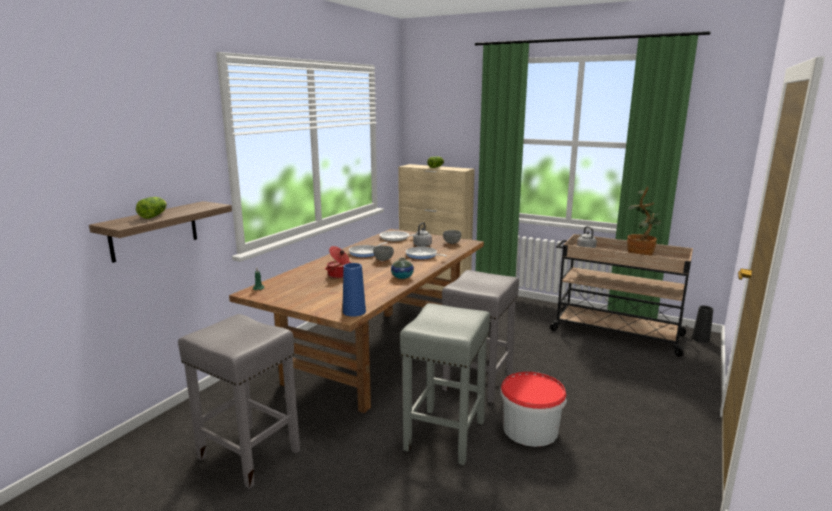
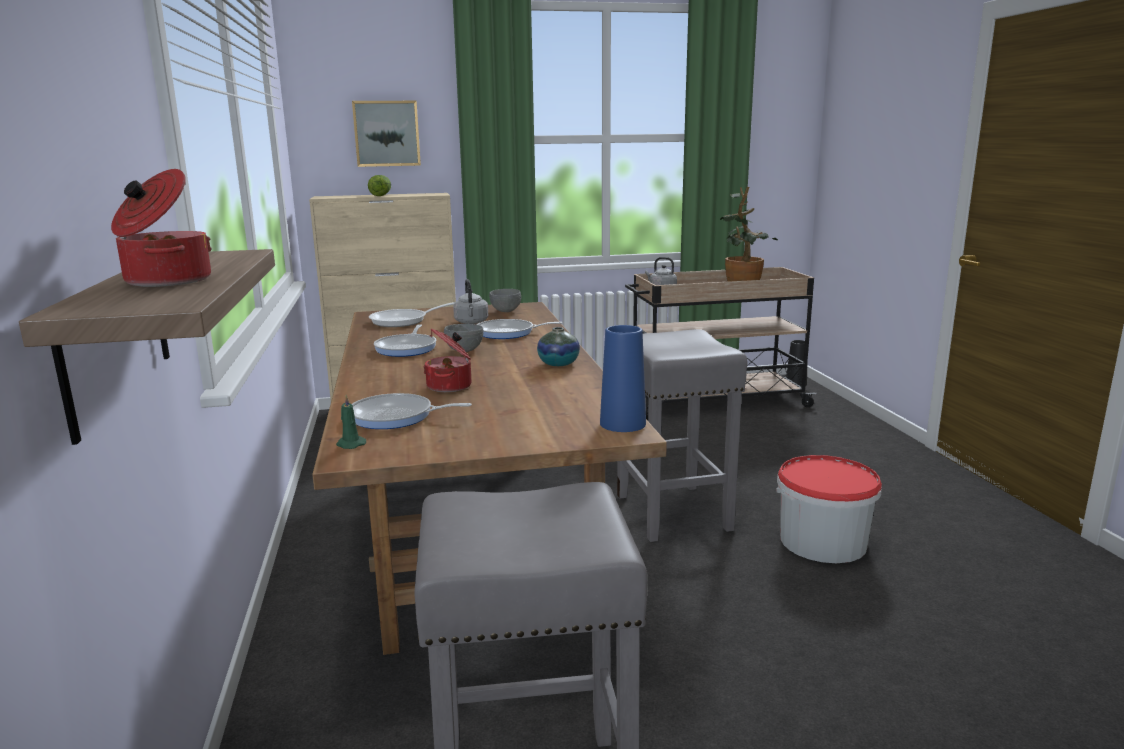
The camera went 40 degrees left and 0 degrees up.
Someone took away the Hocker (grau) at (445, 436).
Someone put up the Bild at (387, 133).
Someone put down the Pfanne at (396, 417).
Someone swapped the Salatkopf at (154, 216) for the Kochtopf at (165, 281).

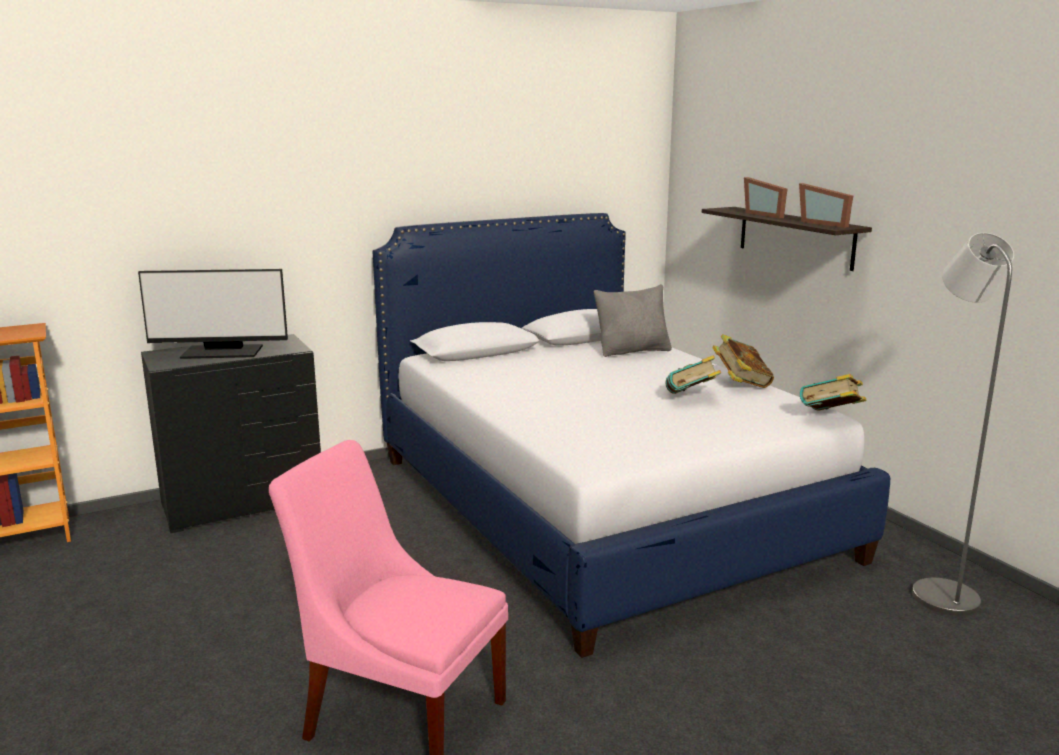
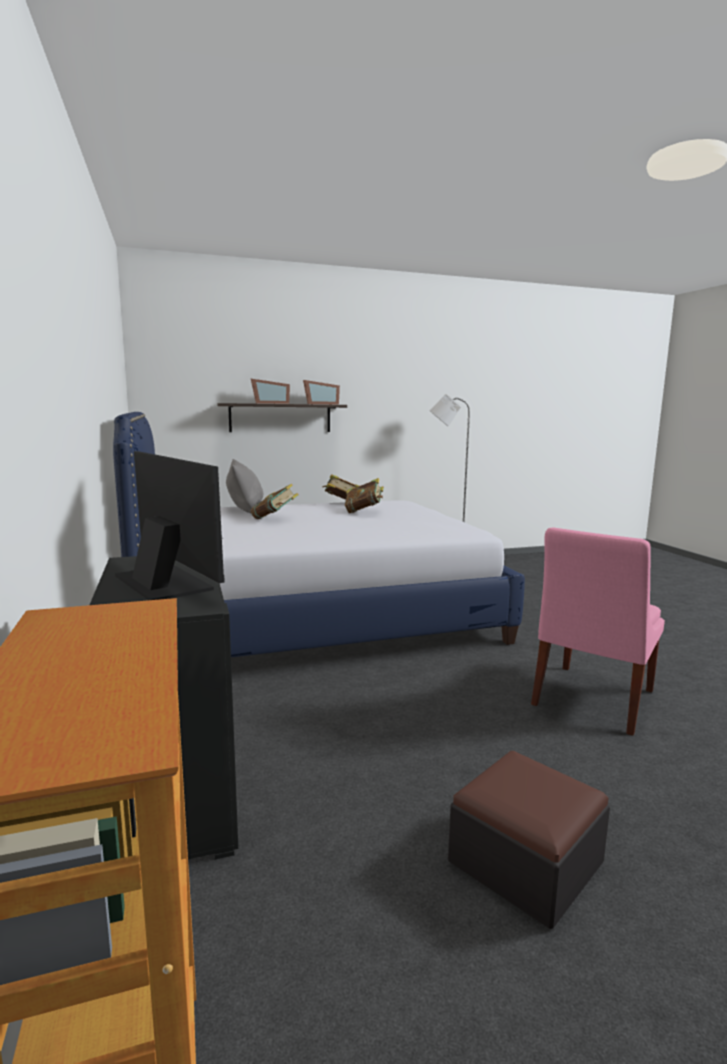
The camera went 80 degrees left and 5 degrees down.
Someone put down the Polsterhocker at (525, 862).
Someone carried the Buch from (830, 418) to (274, 519).
Someone rotated the Monitor at (222, 352) by 45 degrees counterclockwise.

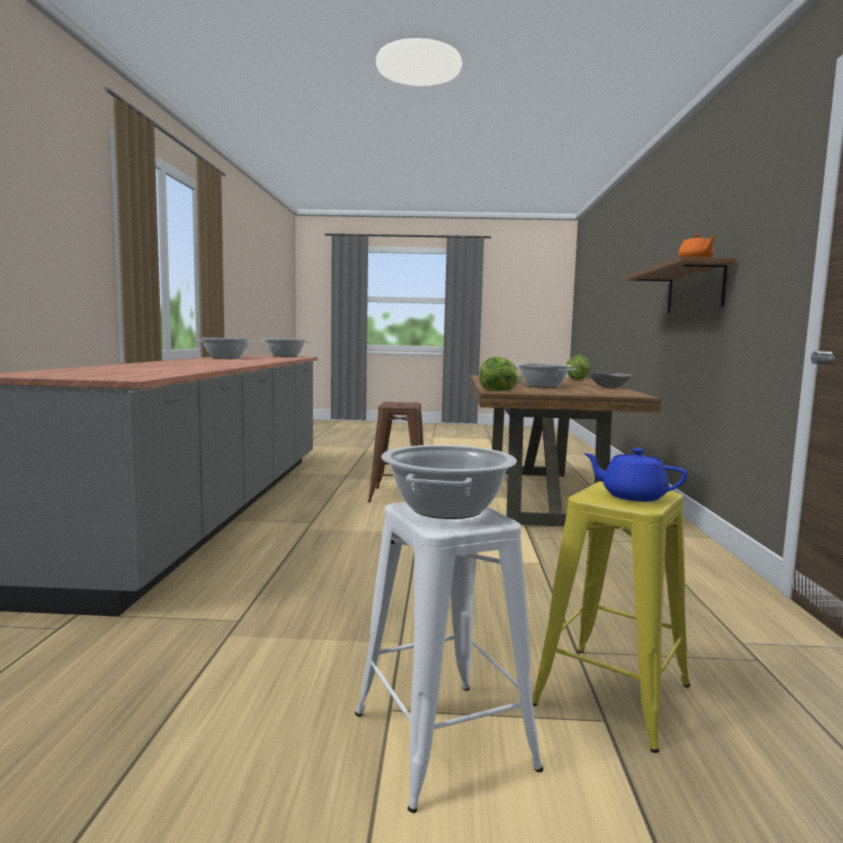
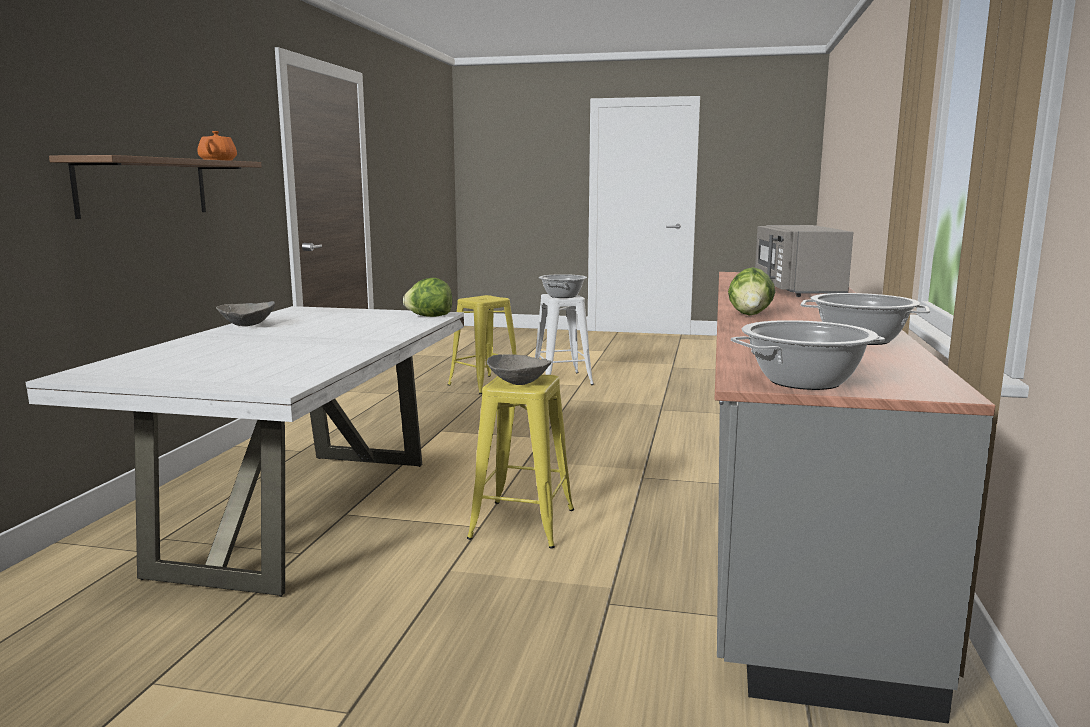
The camera went 170 degrees left and 5 degrees up.
Someone took away the Kochtopf at (543, 386).
Someone took away the Teekanne (blau) at (632, 496).
Someone put down the Schüssel (grau) at (519, 382).
Someone put down the Mikrowelle (grau) at (796, 290).
Someone carried the Salatkopf from (576, 380) to (750, 315).
Someone repainted the Hocker (braun) at (398, 496), which became the Hocker (gelb) at (522, 523).
Someone repainted the Esstisch (braun) at (538, 496), which became the Esstisch (weiß) at (303, 514).

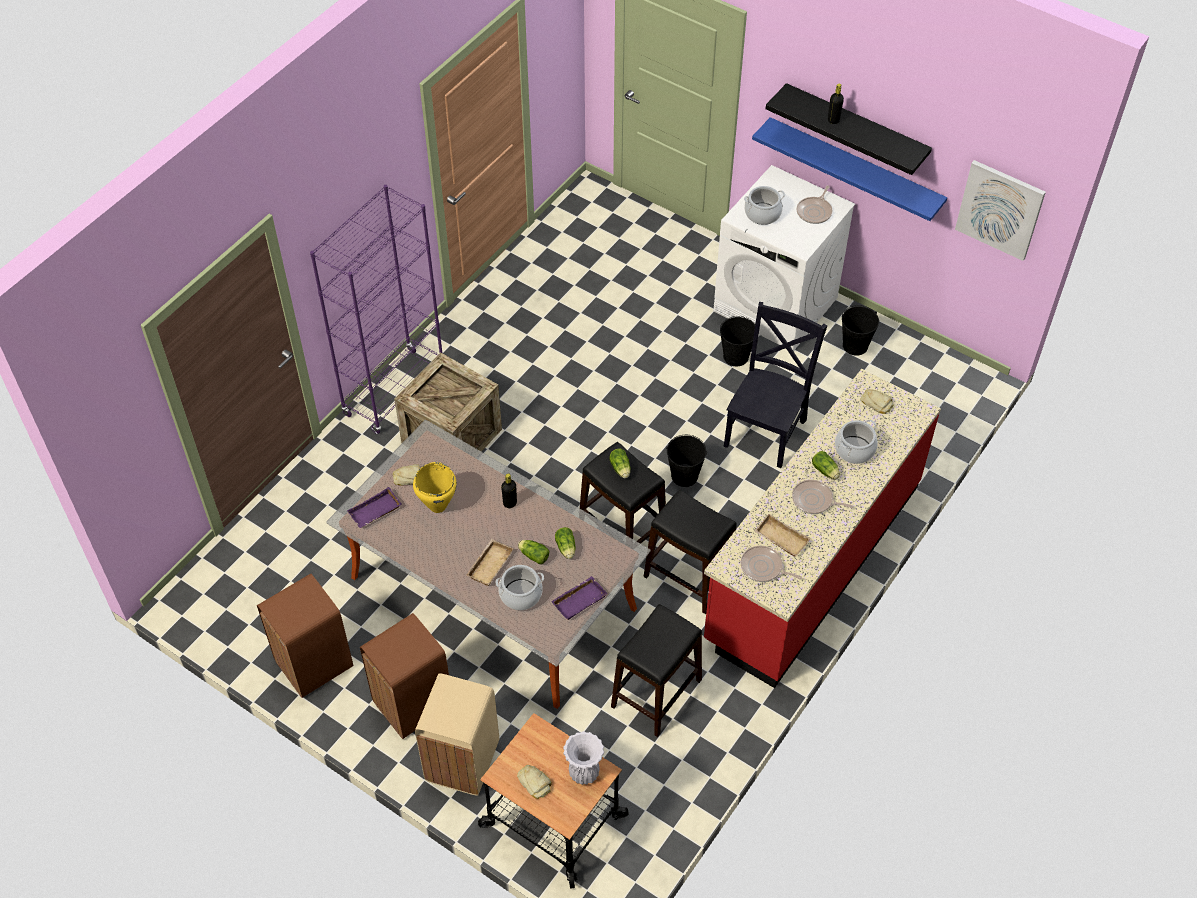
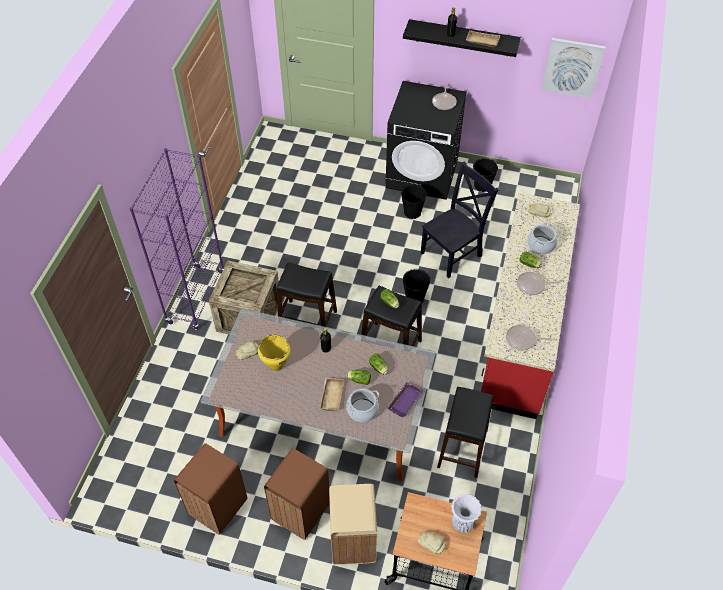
The camera went 20 degrees left and 0 degrees up.
Someone took away the Tablett (lila) at (375, 512).
Someone took away the Kochtopf at (762, 214).
Someone took away the Wandregal (blau) at (854, 169).
Someone carried the Hocker (schwarz) from (689, 576) to (307, 319).
Someone carried the Tablett (beige) from (780, 539) to (481, 41).
Someone repainted the Waschmaschine (weiß) at (776, 304), which became the Waschmaschine (schwarz) at (422, 173).
Someone rotated the Stuhl (schwarz) at (767, 430) by 45 degrees clockwise.

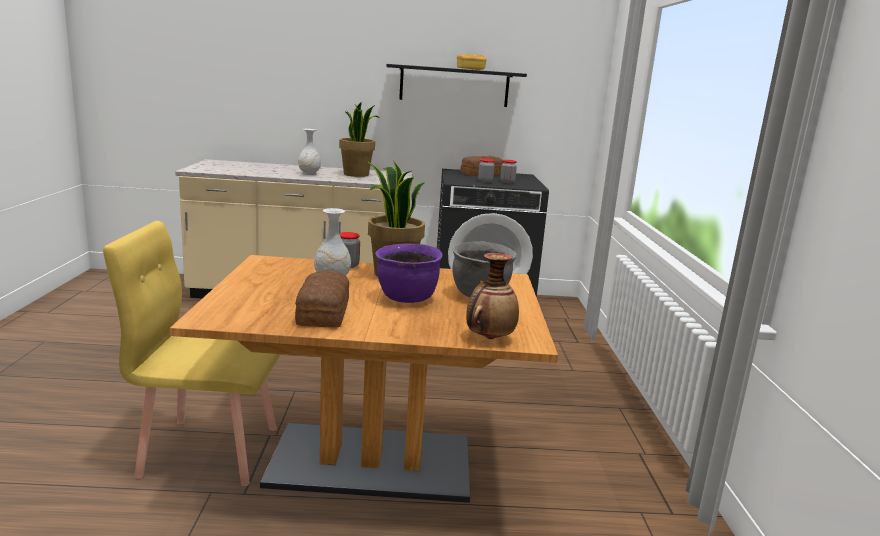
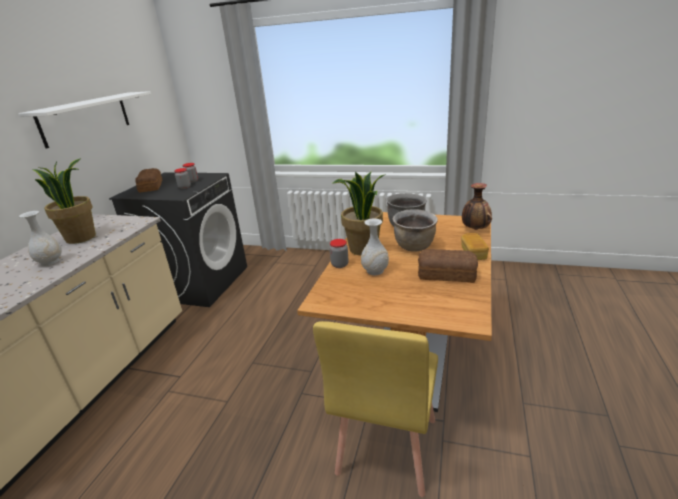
The camera went 70 degrees left and 10 degrees up.
Someone carried the Brot from (470, 69) to (473, 254).
Someone repainted the Kochtopf (lila) at (407, 298), which became the Kochtopf (braun) at (414, 247).
Someone repainted the Wandregal (schwarz) at (454, 86), which became the Wandregal (weiß) at (85, 118).

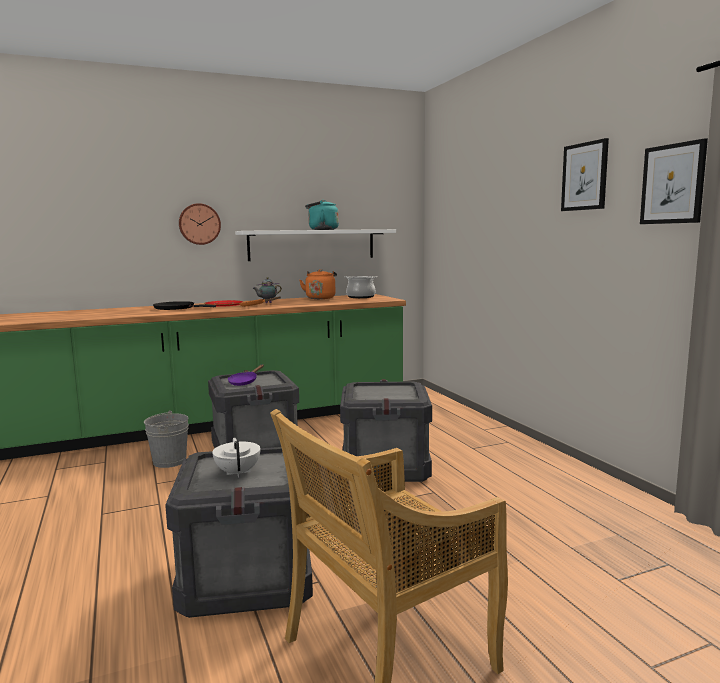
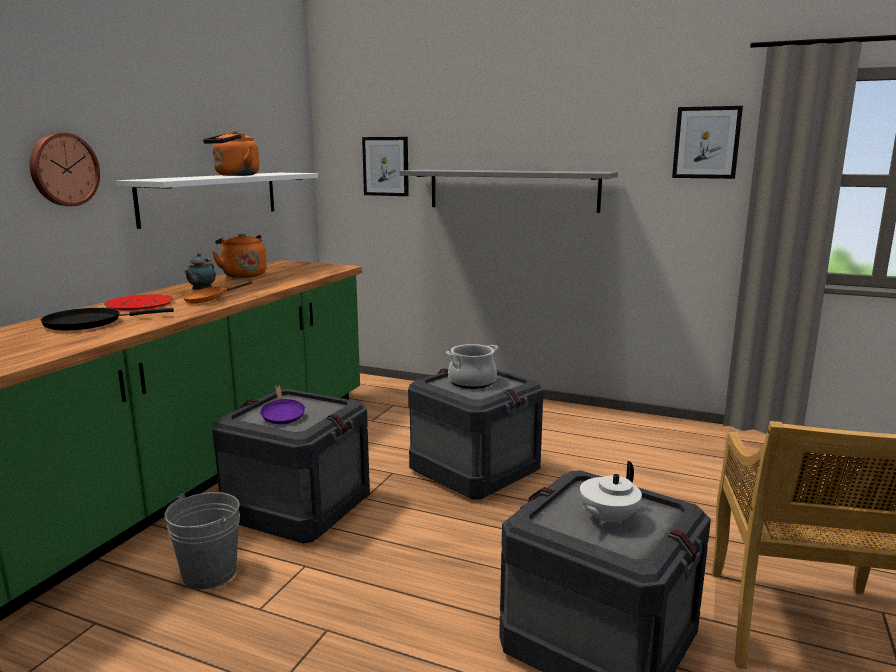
The camera went 45 degrees left and 5 degrees up.
Someone put up the Wandregal (grau) at (512, 190).
Someone carried the Kochtopf from (361, 297) to (472, 382).
Someone carried the Bild from (584, 176) to (386, 166).
Someone repainted the Wasserkessel (türkis) at (321, 229), which became the Wasserkessel (orange) at (234, 175).
Someone rotated the Teekanne (weiß) at (238, 472) by 75 degrees counterclockwise.

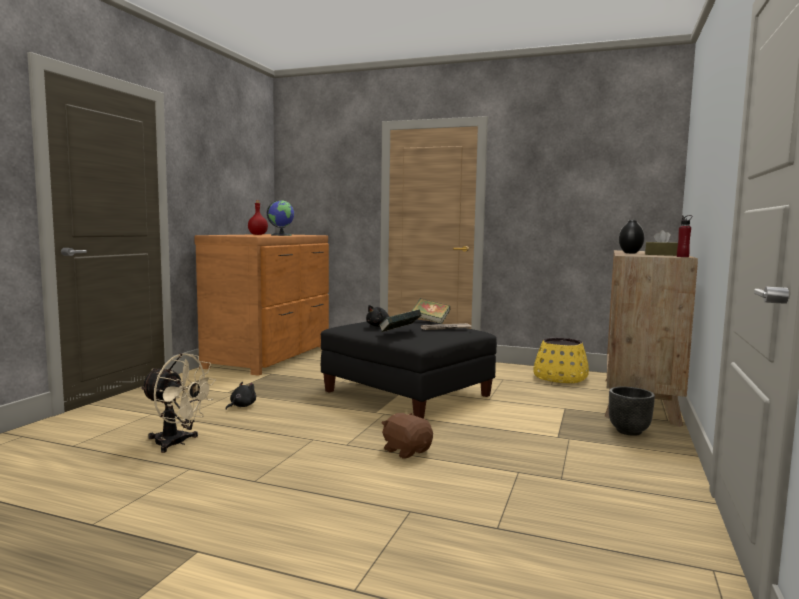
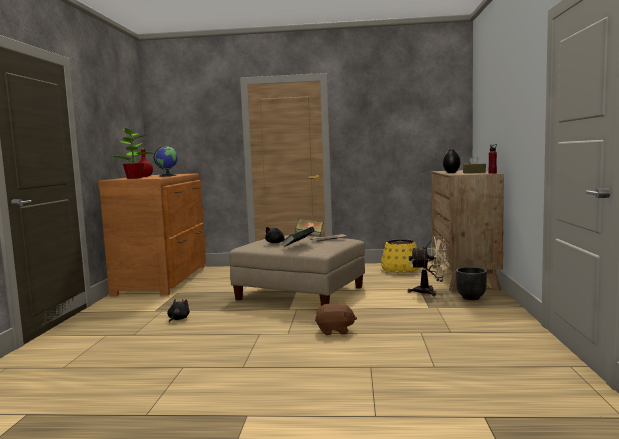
The camera went 15 degrees left and 0 degrees up.
Someone put down the Topfpflanze at (134, 178).
Someone carried the Ventilator (beige) from (177, 443) to (430, 292).
Someone repainted the Polsterhocker (schwarz) at (407, 393), which became the Polsterhocker (beige) at (300, 293).
Someone rotated the Plüschtier (braun) at (406, 451) by 150 degrees clockwise.

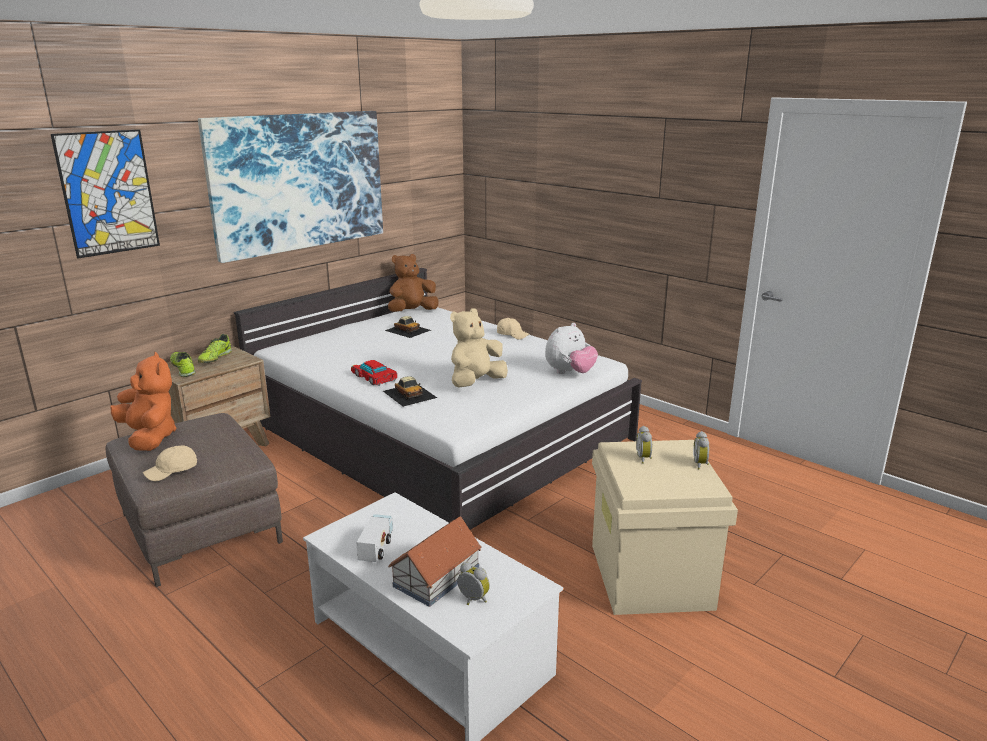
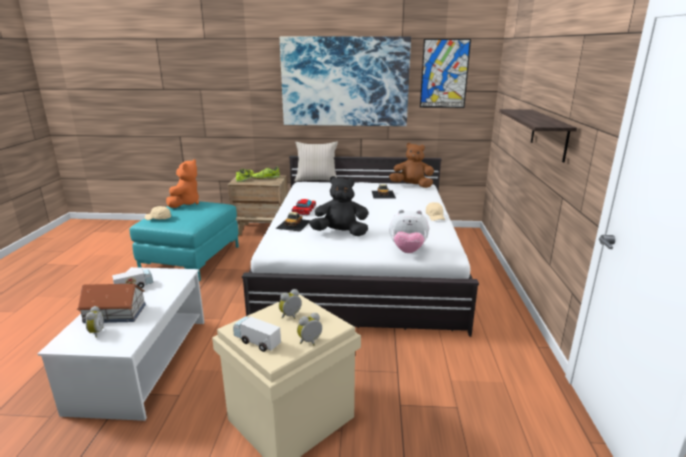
The camera went 50 degrees right and 0 degrees up.
Someone put down the Spielzeuglaster at (257, 341).
Someone put down the Kissen (beige) at (316, 180).
Someone put up the Wandregal at (549, 134).
Someone carried the Bild from (108, 193) to (444, 74).
Someone repainted the Polsterhocker (braun) at (201, 527), which became the Polsterhocker (türkis) at (191, 259).
Someone repainted the Plüschtier (beige) at (476, 383), which became the Plüschtier (schwarz) at (340, 233).

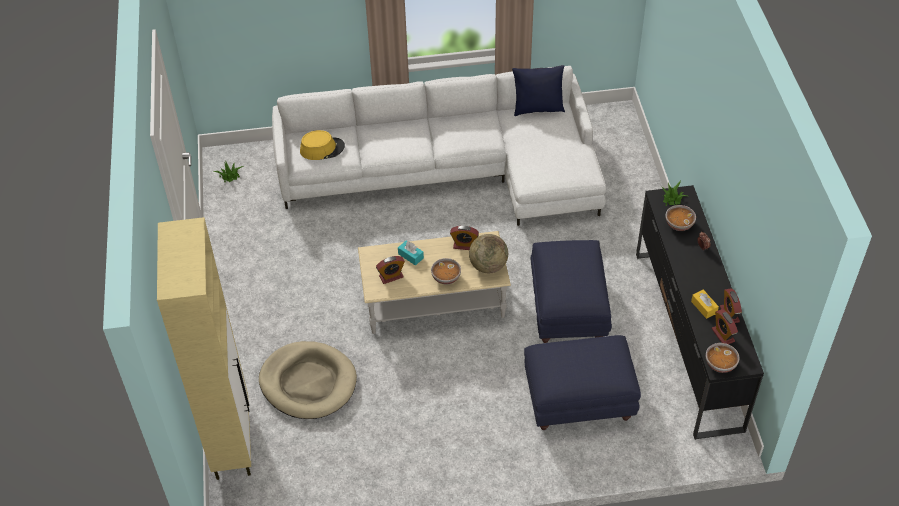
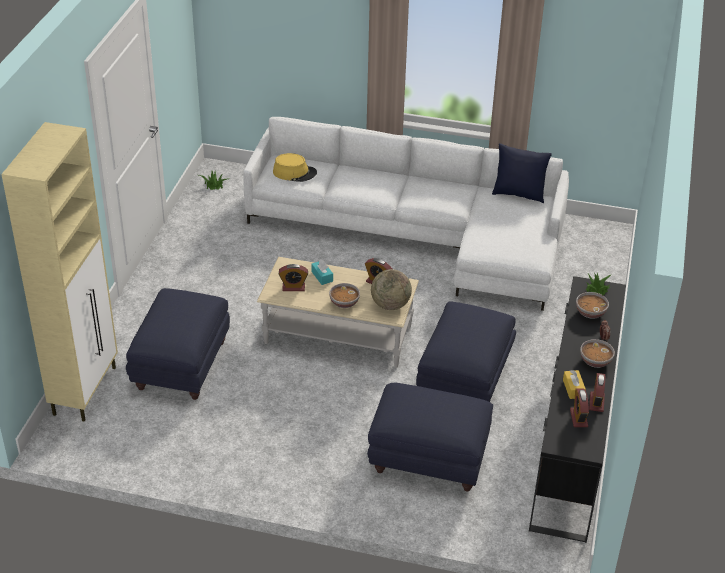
The camera went 20 degrees right and 10 degrees down.
Someone carried the Schüssel from (720, 364) to (595, 361).
Someone swapped the Hundebett (beige) at (308, 382) for the Polsterhocker (blau) at (182, 364).

